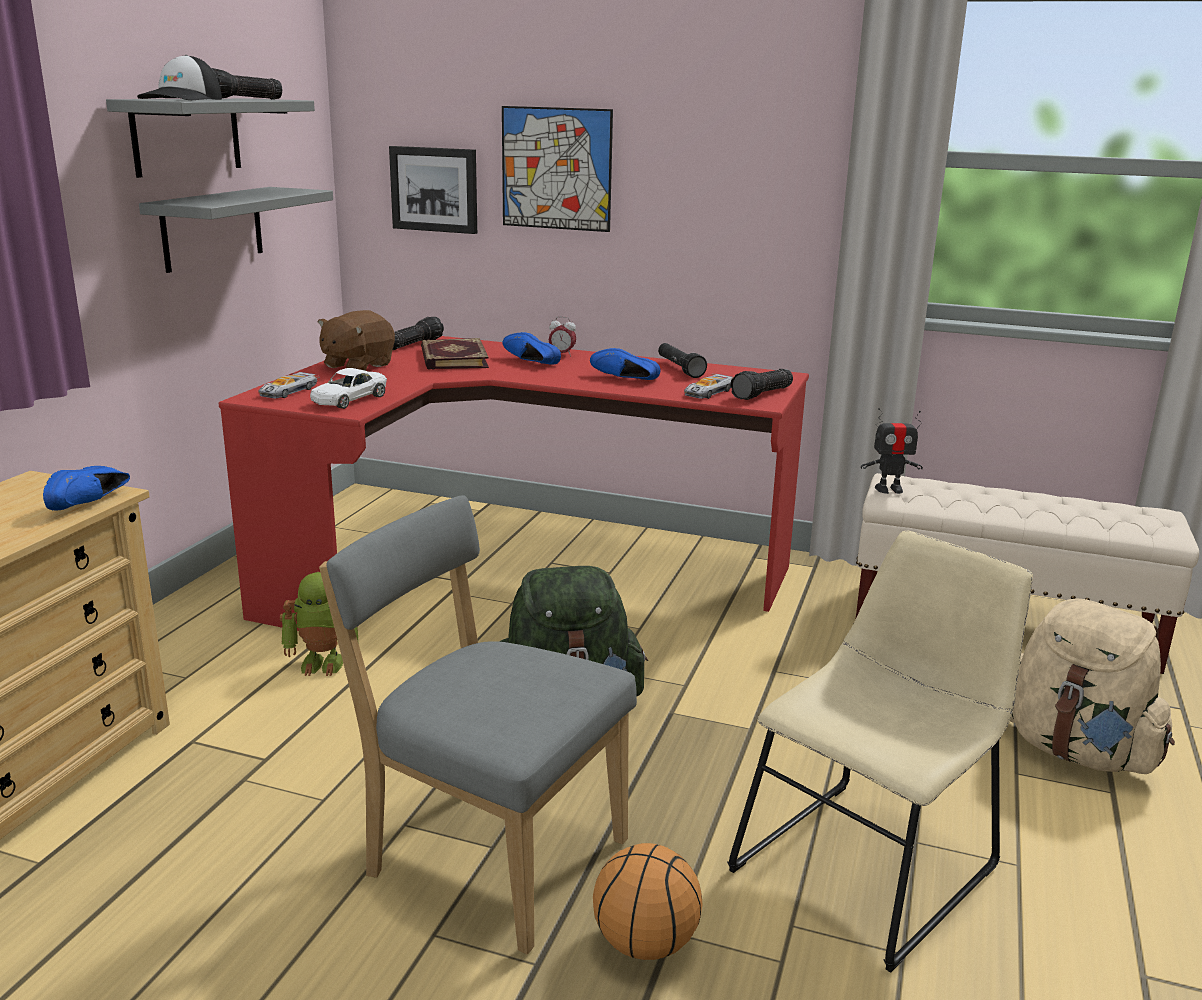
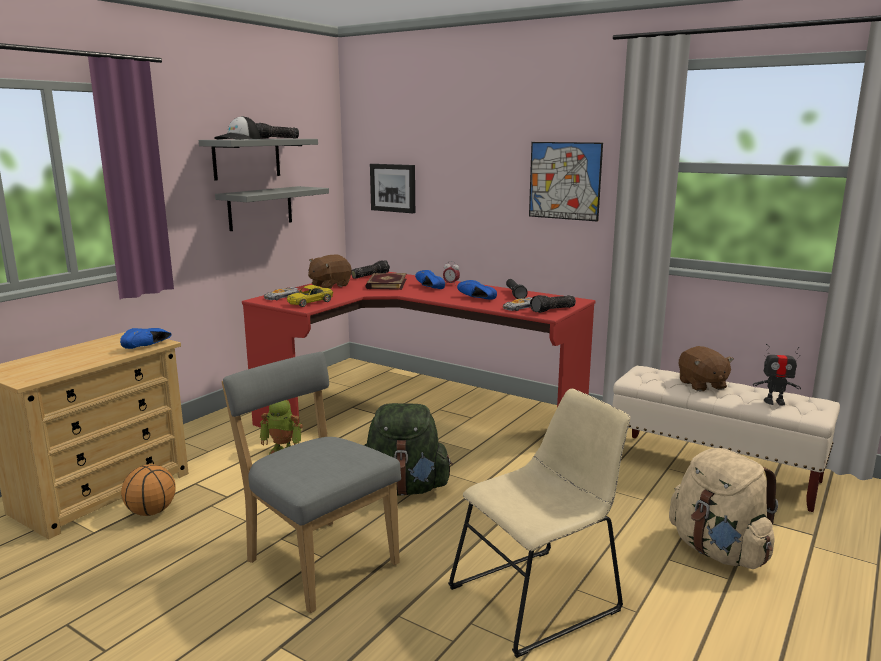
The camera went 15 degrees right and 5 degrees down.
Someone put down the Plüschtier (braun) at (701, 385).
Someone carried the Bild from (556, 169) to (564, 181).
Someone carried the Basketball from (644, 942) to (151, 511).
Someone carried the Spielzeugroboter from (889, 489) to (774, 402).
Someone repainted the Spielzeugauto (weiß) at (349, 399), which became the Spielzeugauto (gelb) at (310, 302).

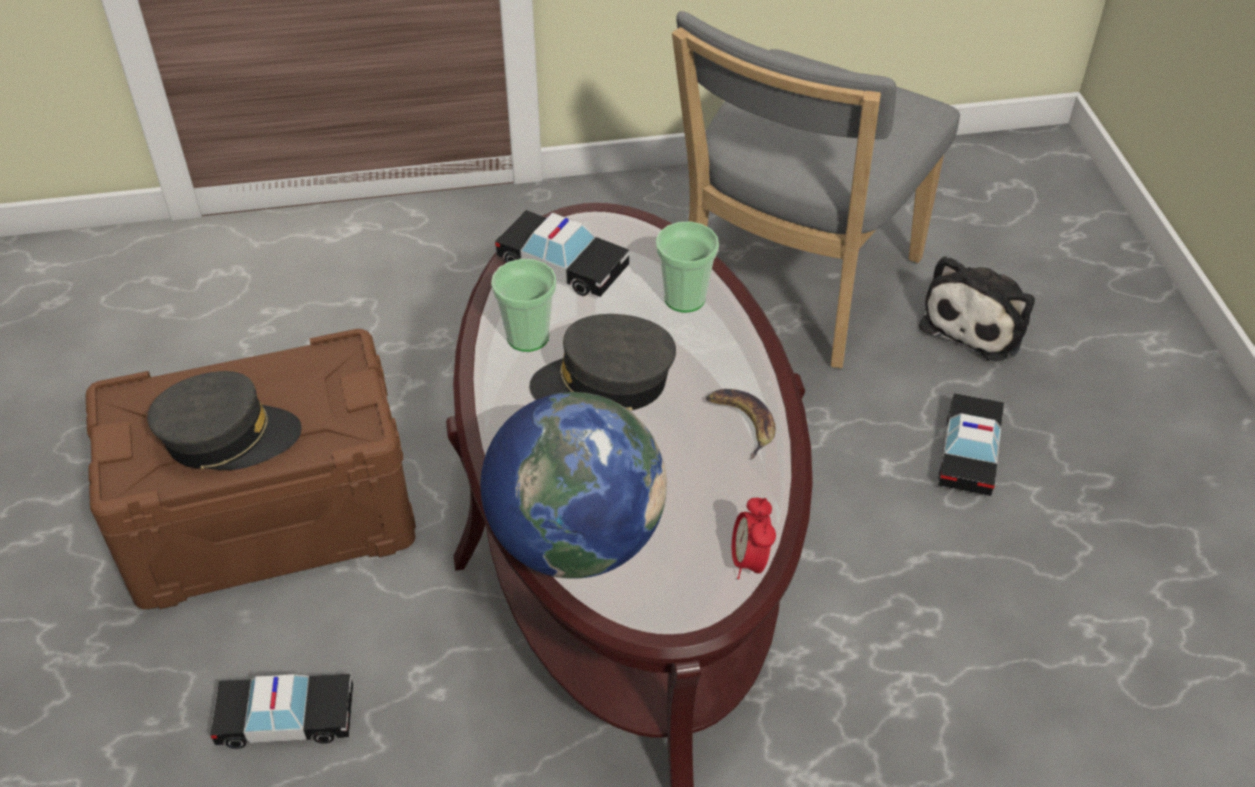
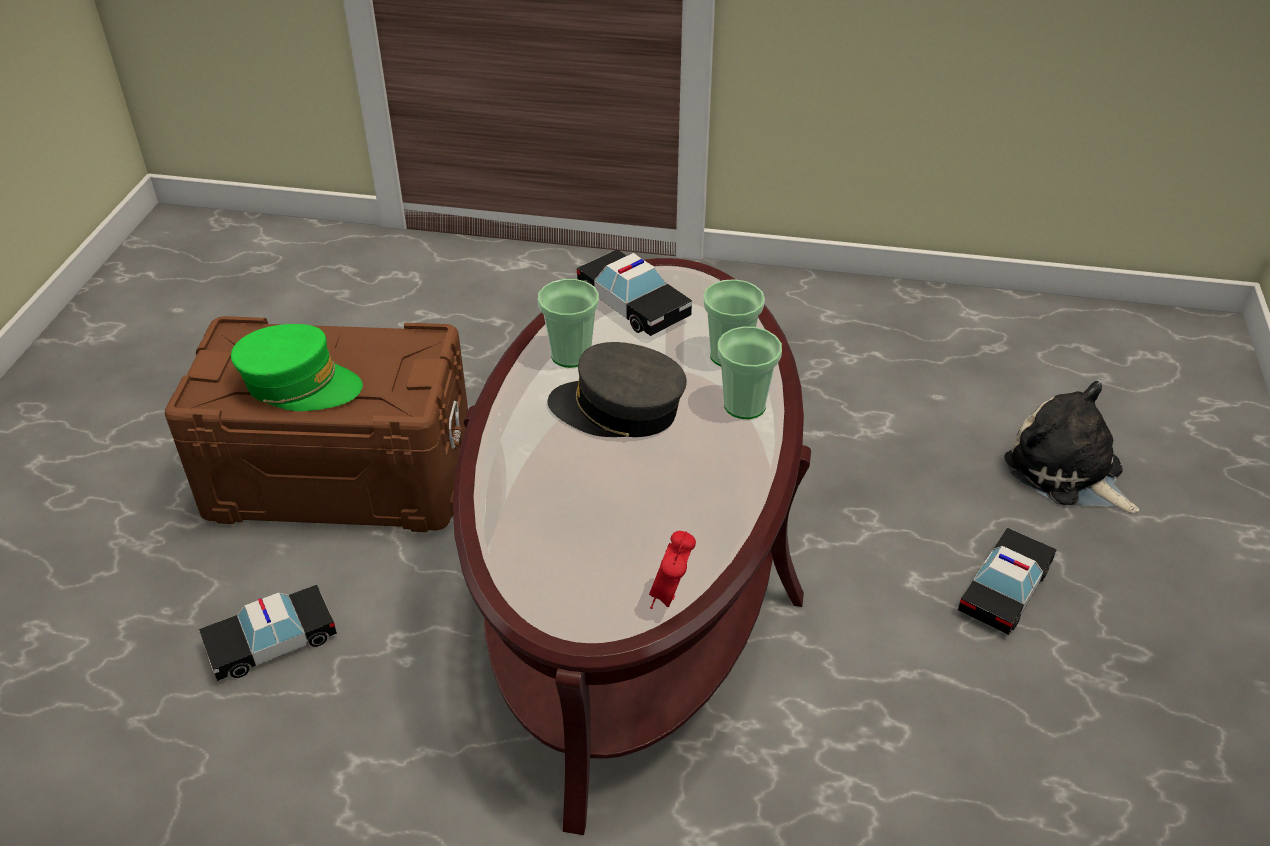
The camera went 20 degrees right and 5 degrees down.
Someone took away the Globus at (576, 540).
Someone took away the Stuhl (grau) at (794, 289).
Someone took away the Banane at (742, 422).
Someone put down the Tasse at (744, 405).
Someone repainted the Kappe (grau) at (228, 437), which became the Kappe (grün) at (299, 384).
Someone rotated the Spielzeugauto at (286, 718) by 135 degrees clockwise.
Someone rotated the Plüschtier at (978, 322) by 90 degrees clockwise.

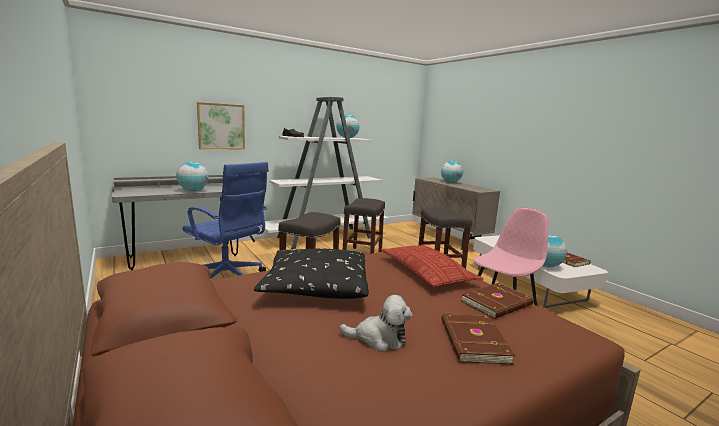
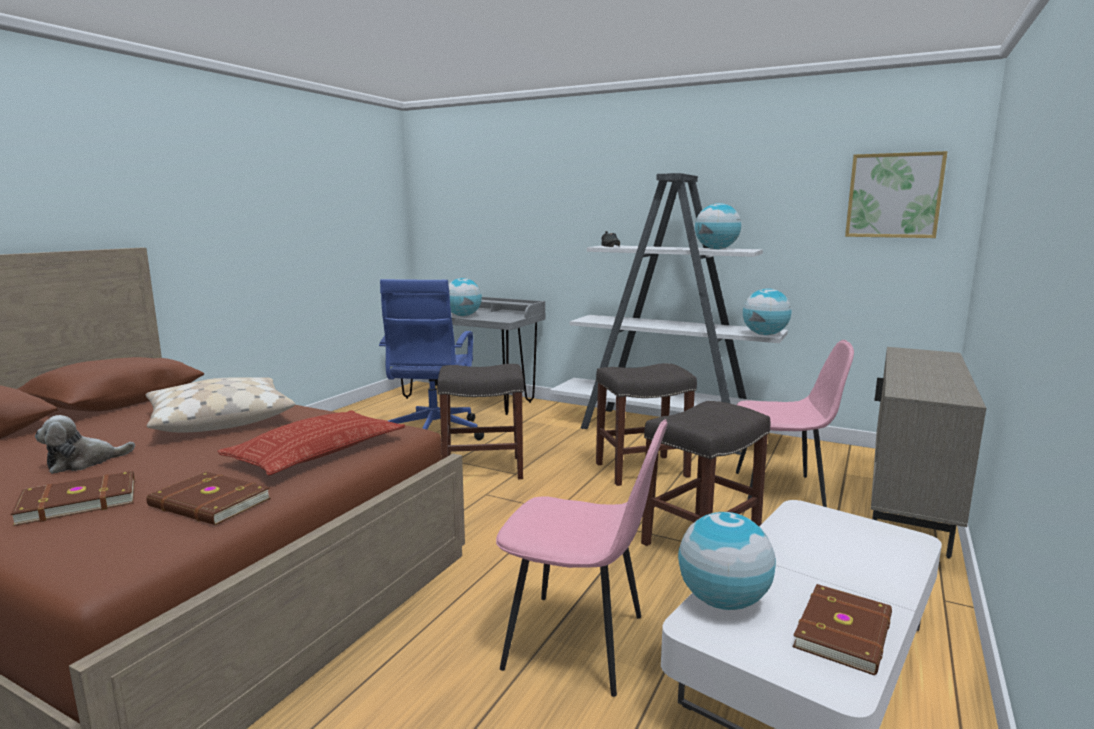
The camera went 60 degrees right and 0 degrees up.
Someone put down the Stuhl (rosa) at (781, 490).
Someone carried the Bild from (221, 126) to (894, 195).
Someone carried the Globus from (450, 182) to (765, 334).
Someone repainted the Kissen (schwarz) at (315, 286), which became the Kissen (beige) at (219, 419).
Someone rotated the Plüschtier at (379, 339) by 75 degrees clockwise.

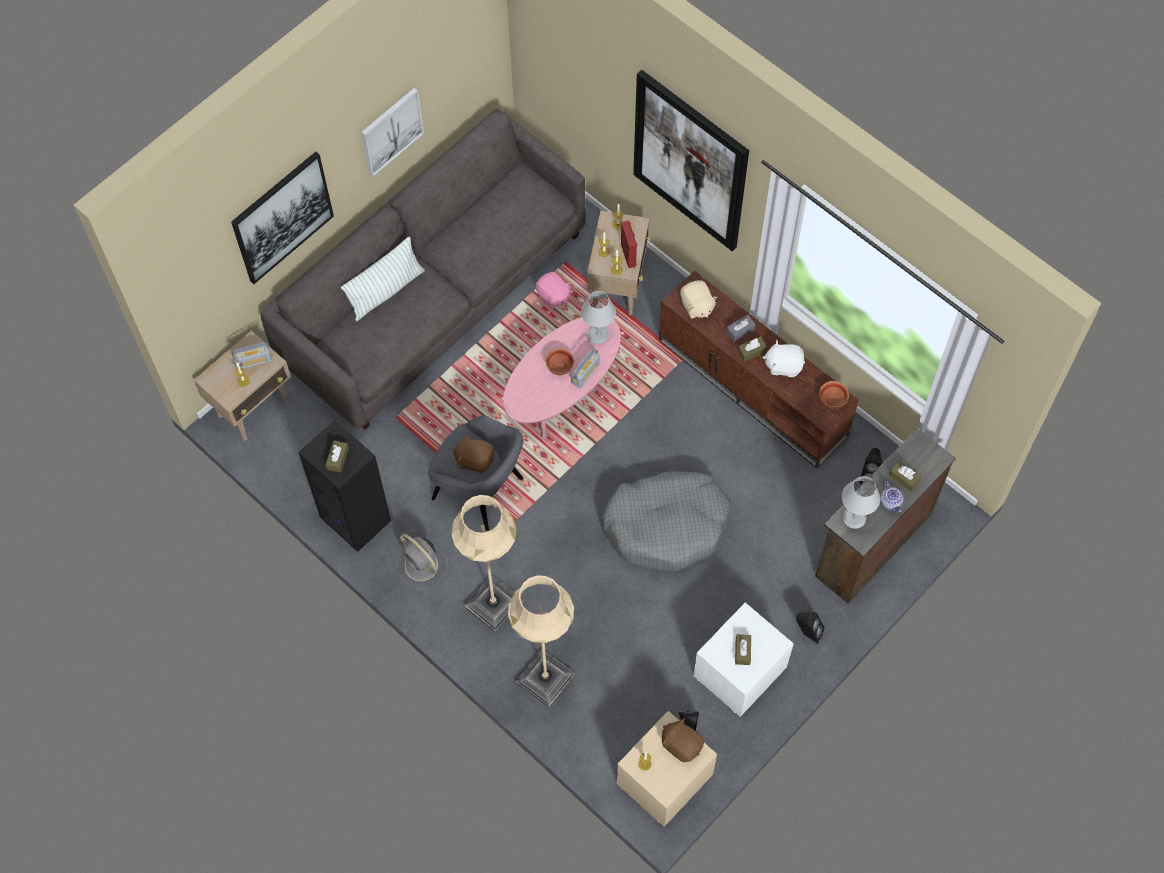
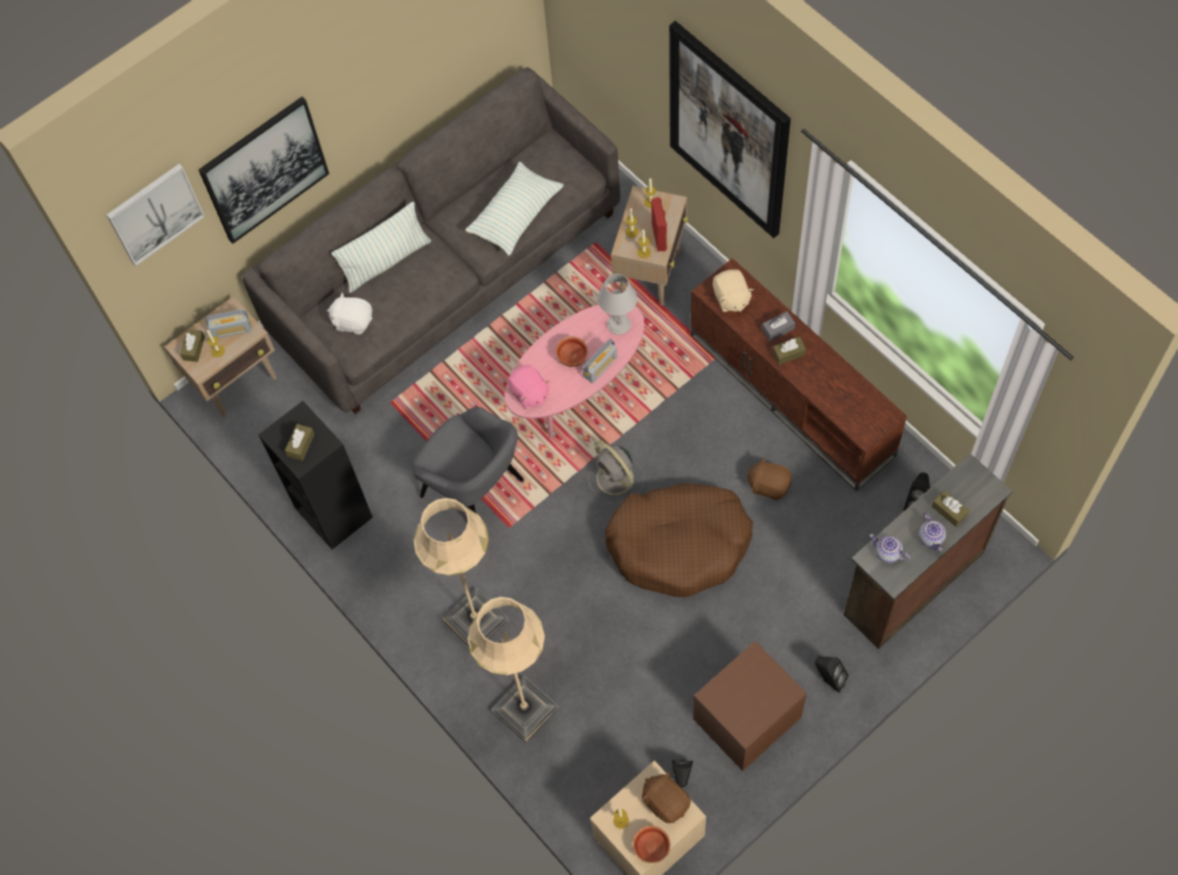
The camera went 10 degrees right and 0 degrees up.
Someone put down the Kissen at (516, 215).
Someone carried the Bild from (391, 131) to (155, 213).
Someone carried the Ventilator (grau) from (422, 566) to (616, 479).
Someone carried the Plüschtier (braun) from (475, 460) to (769, 485).
Someone carried the Plüschtier (rosa) from (553, 296) to (529, 393).
Someone carried the Taschentuchbox (braun) from (742, 651) to (194, 348).
Someone carried the Plüschtier (weiß) from (783, 365) to (353, 321).
Someone carried the Schüssel from (832, 400) to (651, 848).
Someone swapped the Tischlampe (grau) at (854, 518) for the Teekanne at (887, 553).
Someone repainted the Hundebett (grau) at (666, 525), which became the Hundebett (braun) at (679, 544).
Someone repainted the Nachttisch (weiß) at (740, 673), which became the Nachttisch (braun) at (747, 720).

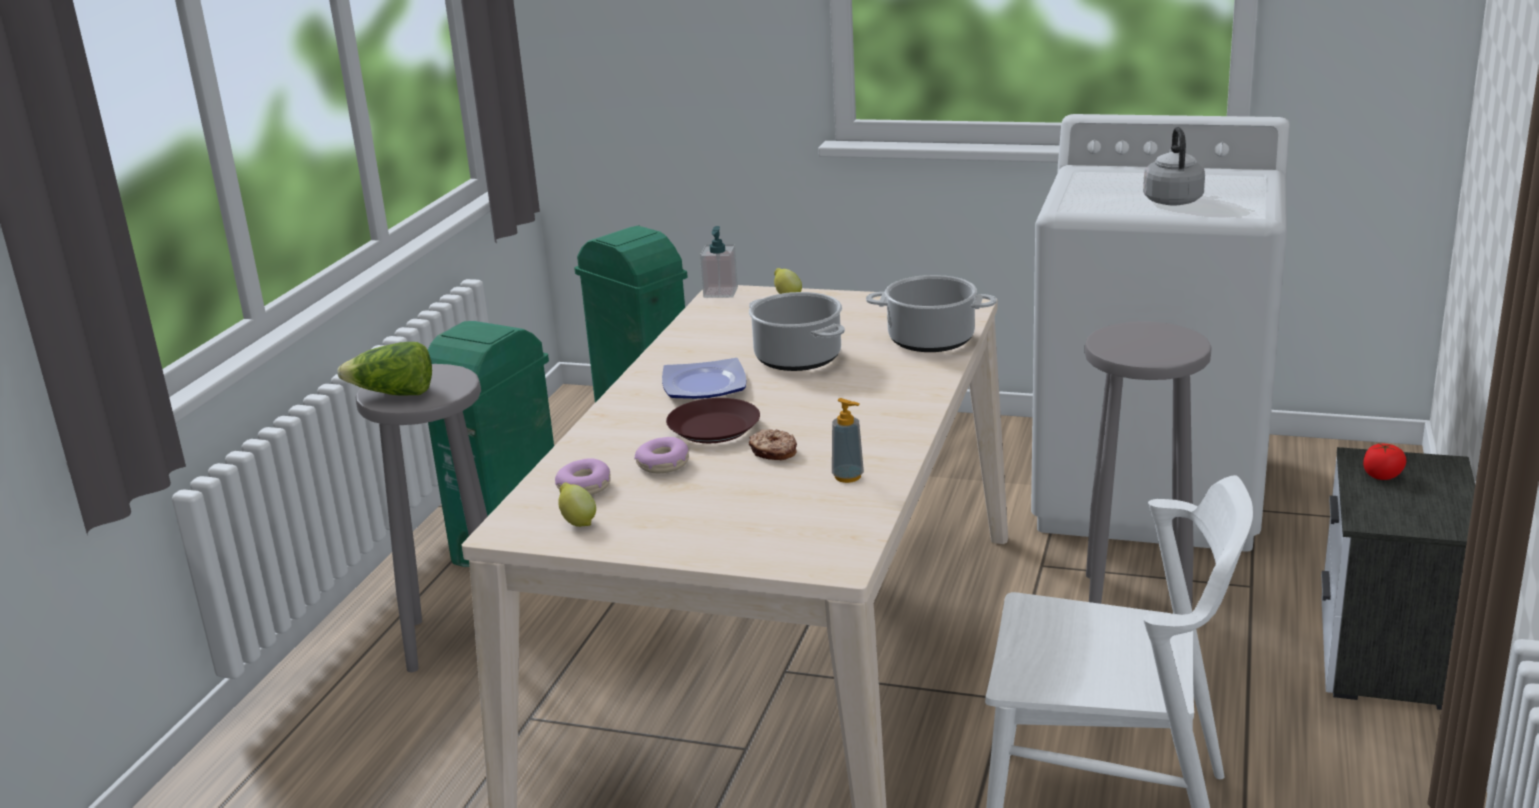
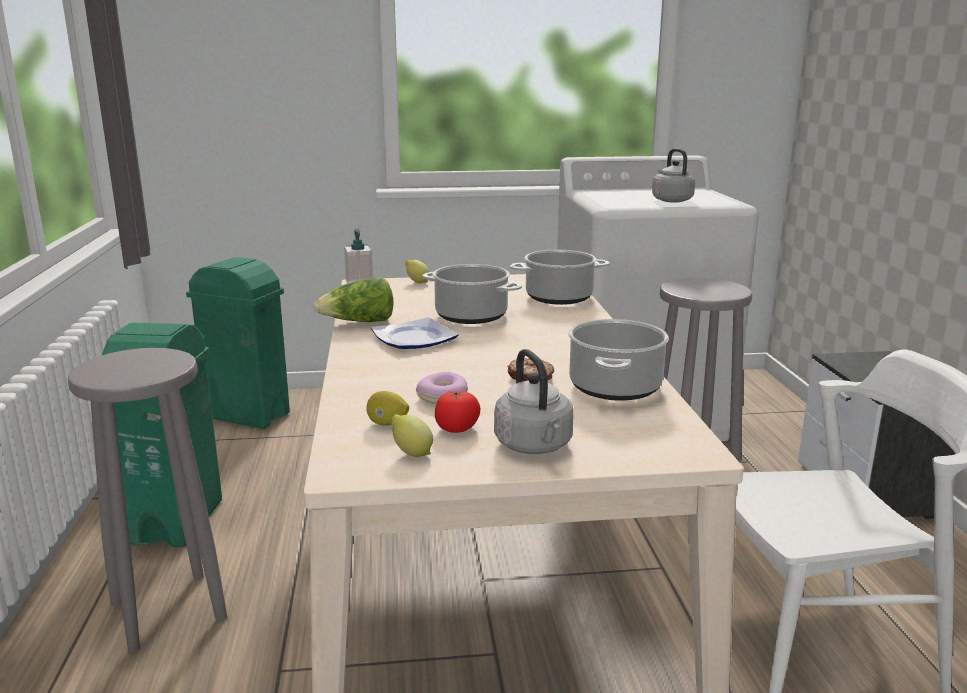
The camera went 25 degrees left and 5 degrees down.
Someone took away the Teller (braun) at (713, 429).
Someone put down the Wasserkessel (grau) at (535, 446).
Someone carried the Salatkopf from (393, 394) to (359, 323).
Someone carried the Tomate from (1382, 476) to (457, 428).
Someone swapped the Donut at (584, 487) for the Zitrone at (387, 424).
Someone swapped the Seifenspender at (848, 476) for the Kochtopf at (614, 387).

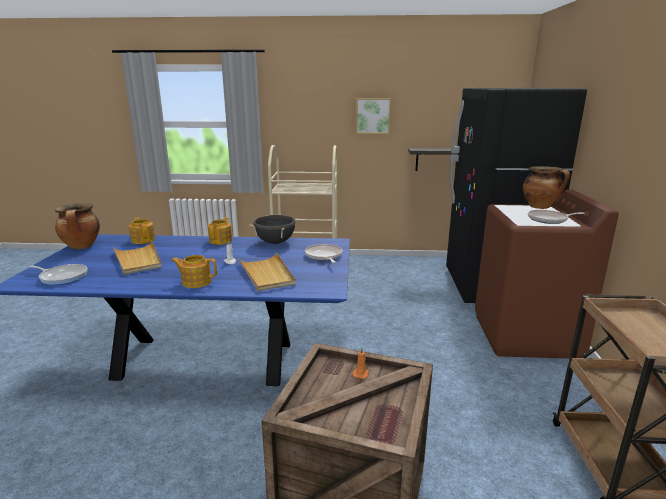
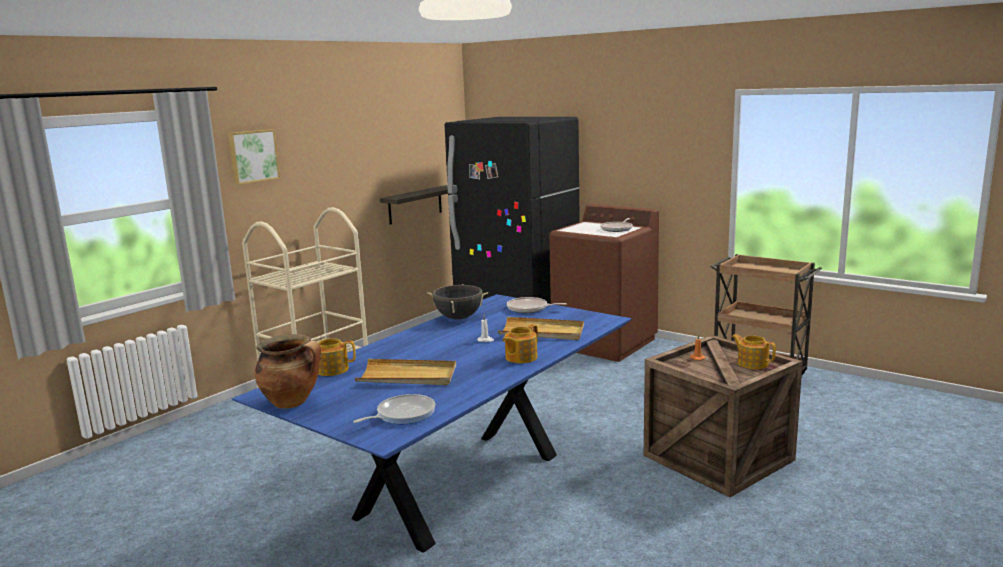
The camera went 55 degrees left and 5 degrees down.
Someone took away the Kochtopf at (540, 207).
Someone carried the Teekanne from (221, 240) to (752, 363).
Someone carried the Bild from (373, 116) to (253, 156).

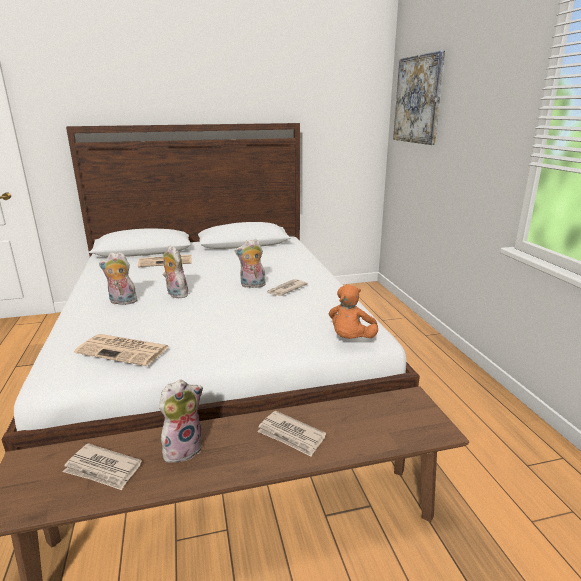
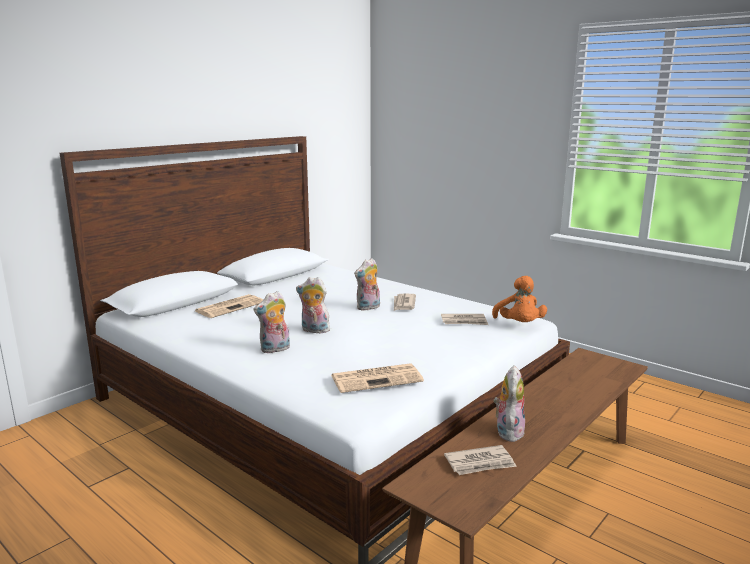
The camera went 35 degrees left and 5 degrees down.
Someone took away the Bild at (418, 100).
Someone carried the Zeitung from (291, 435) to (464, 321).

